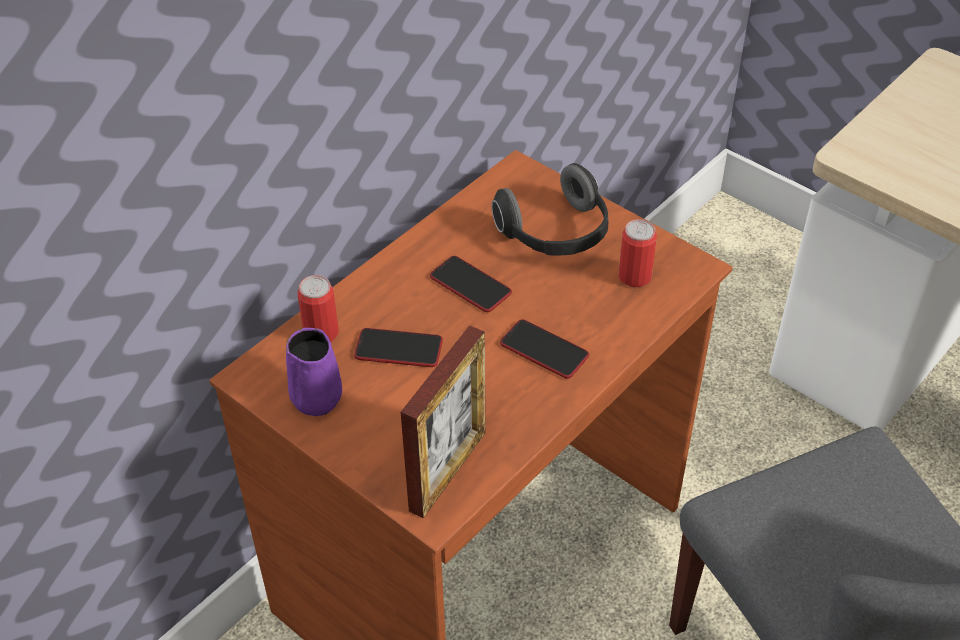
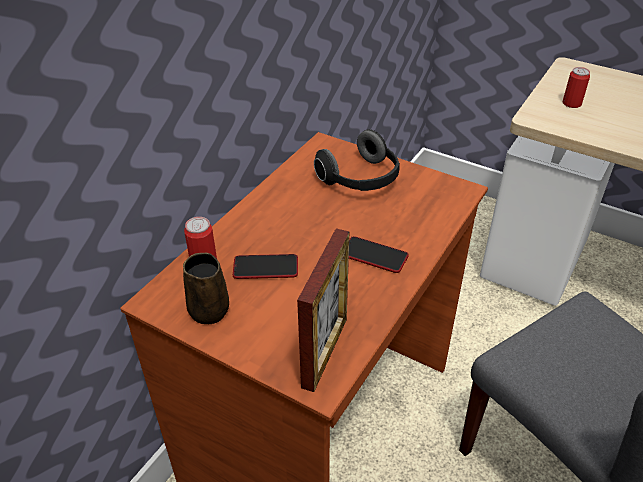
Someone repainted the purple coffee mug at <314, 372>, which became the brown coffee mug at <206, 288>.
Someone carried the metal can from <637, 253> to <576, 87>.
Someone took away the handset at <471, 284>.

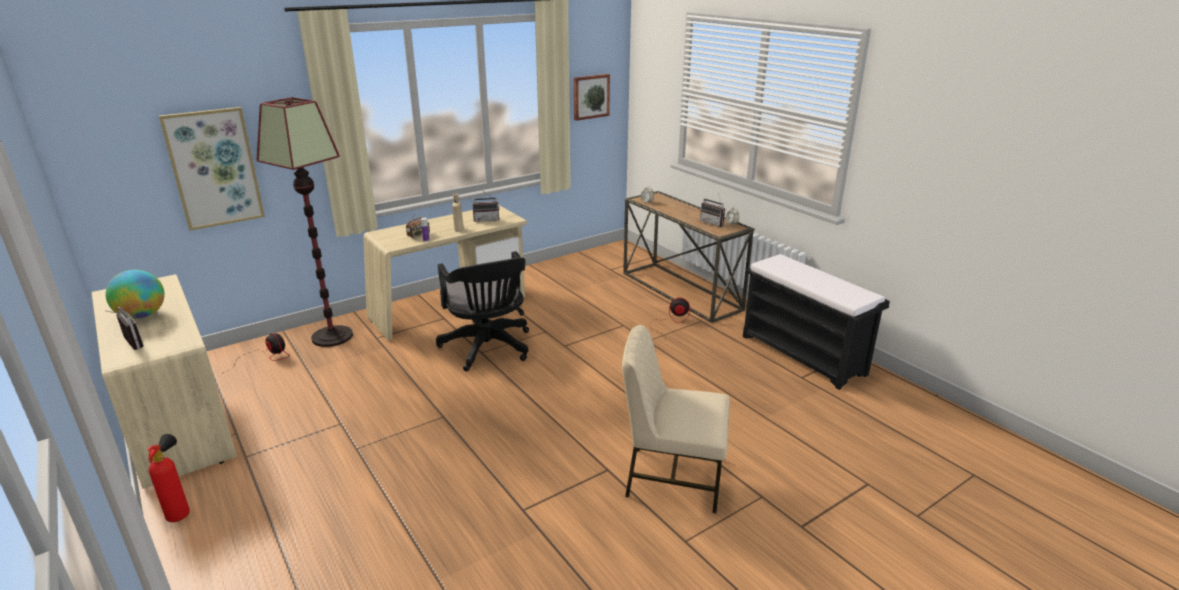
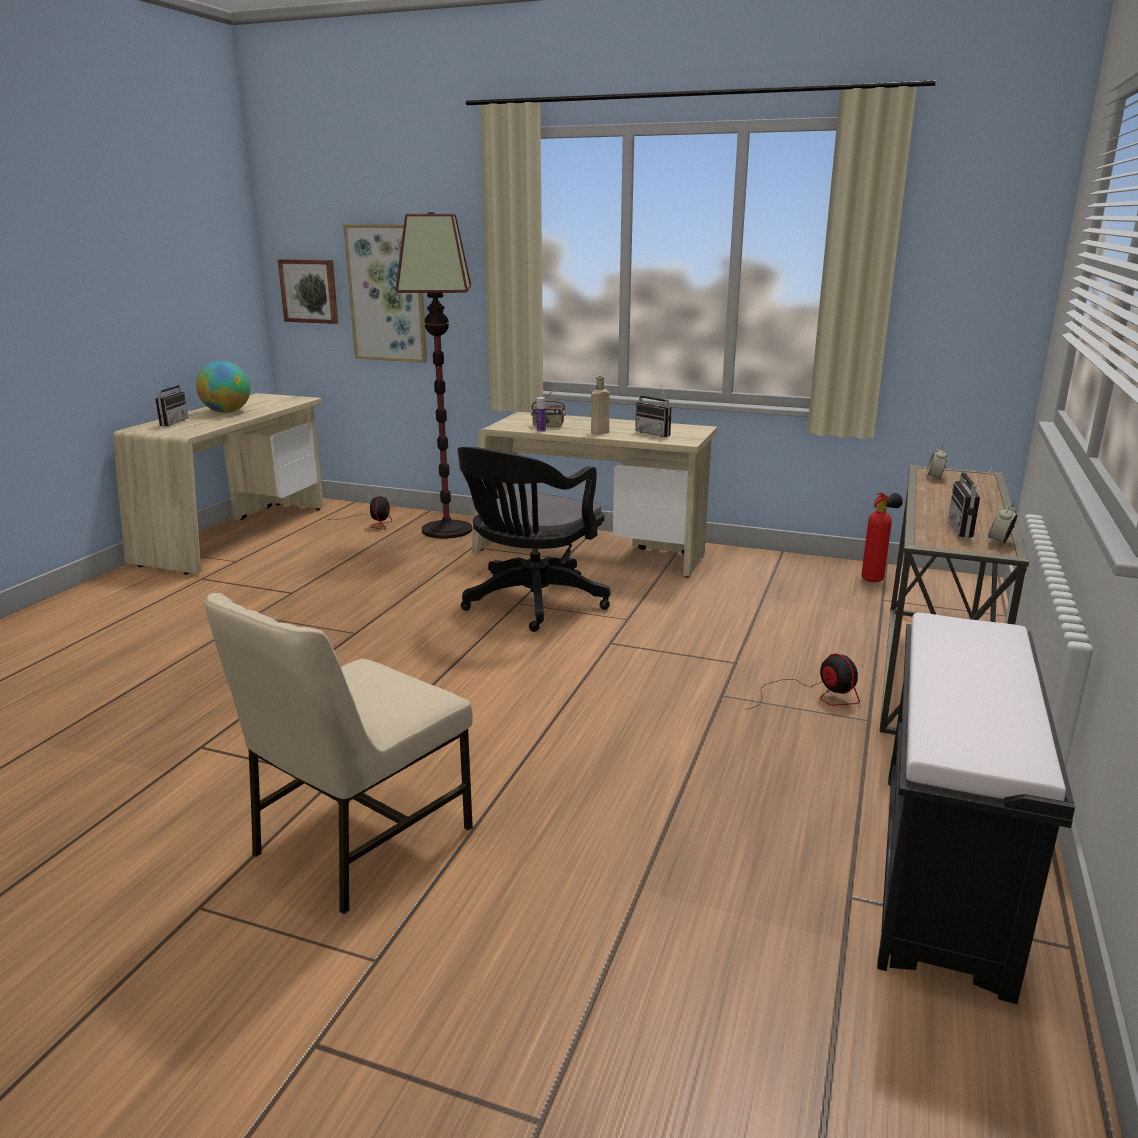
Someone rotated the beige-coloured upright chair at <676, 419> by 120 degrees counterclockwise.
Someone carried the wall picture from <592, 97> to <308, 291>.
Someone carried the fire extinguisher from <168, 478> to <882, 537>.

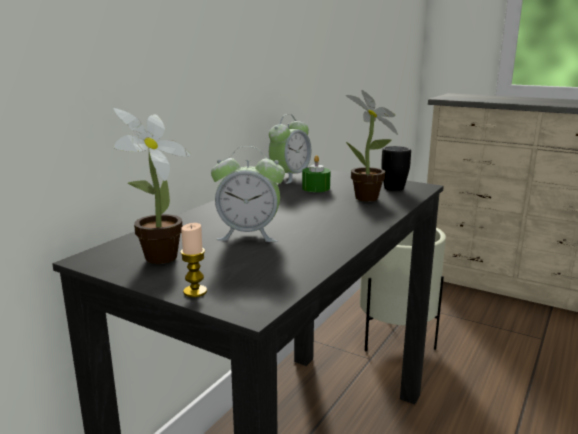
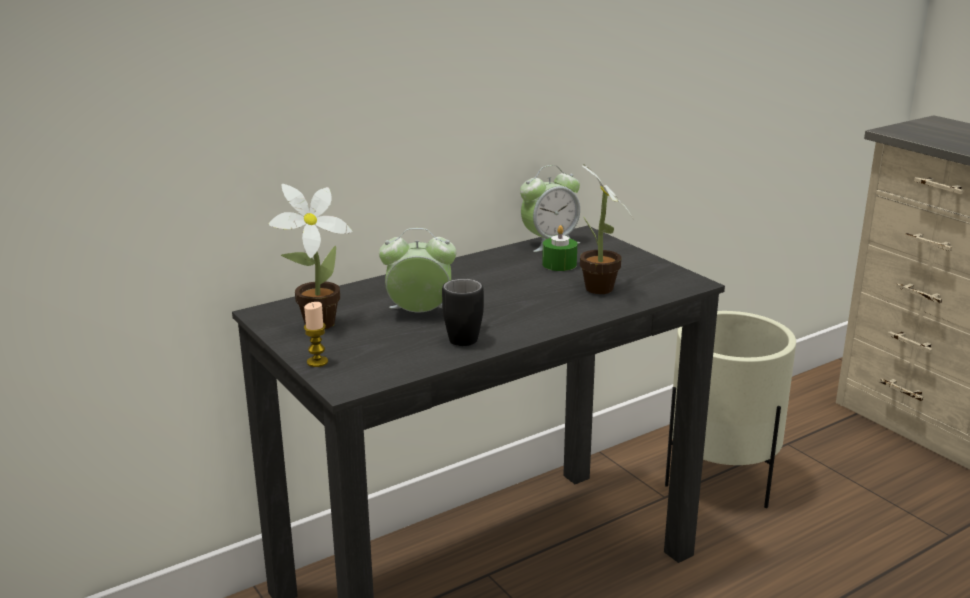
Someone rotated the alarm clock at <248, 194> by 150 degrees clockwise.
Someone carried the black coffee mug from <396, 168> to <463, 312>.

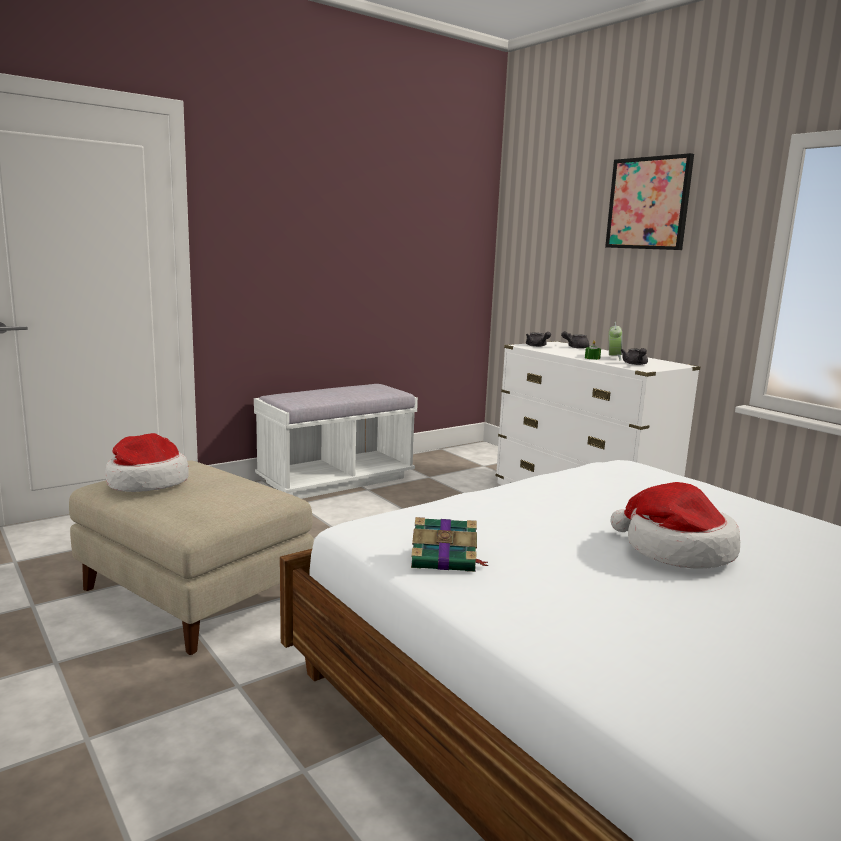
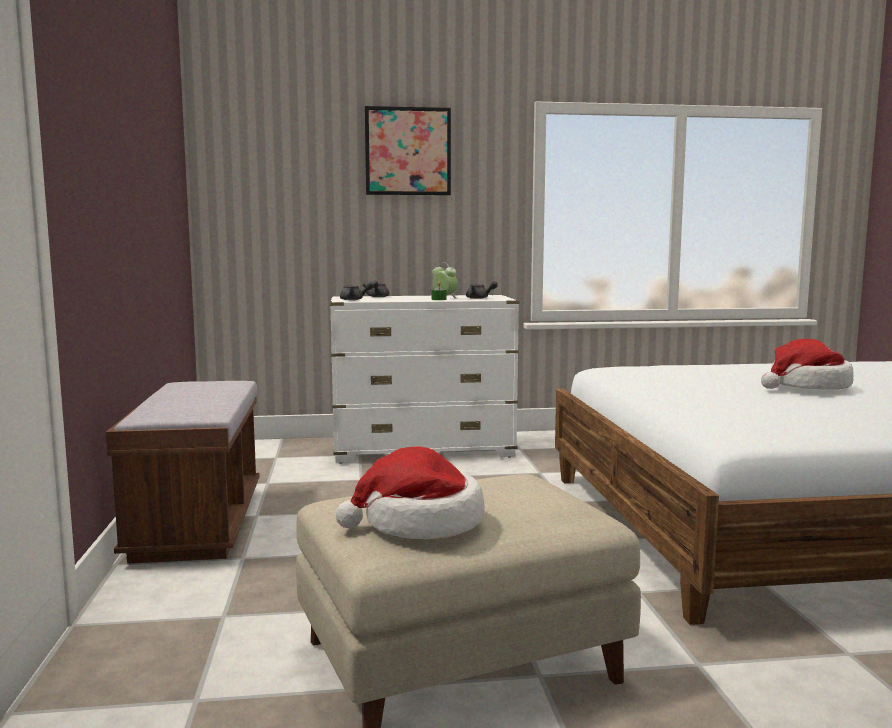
Someone repainted the white bench at <336, 441>, which became the brown bench at <183, 472>.
Someone took away the bound book at <449, 544>.

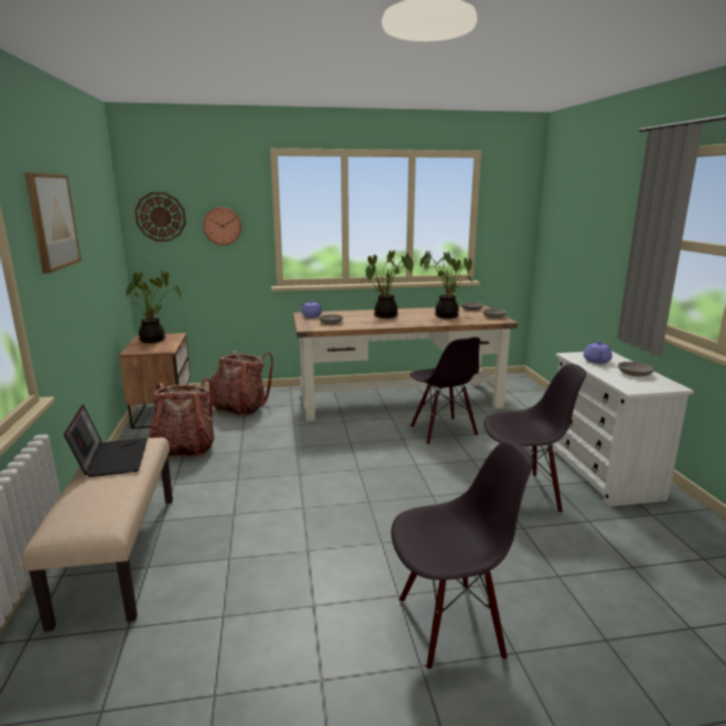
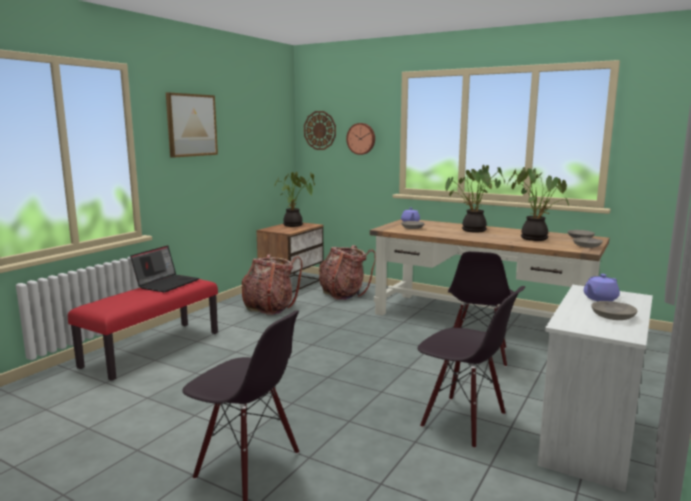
Someone repainted the beige-coloured bench at <97, 534>, which became the reddish bench at <143, 330>.

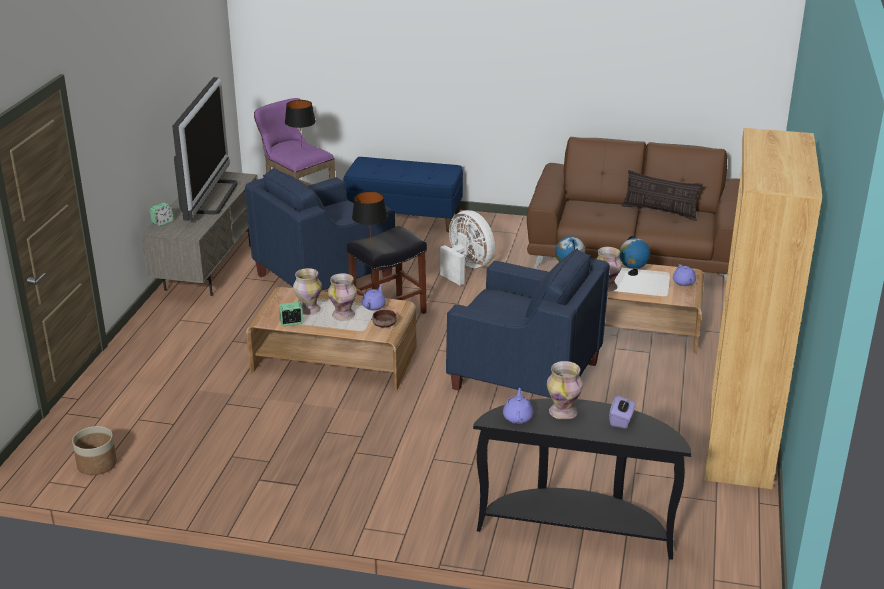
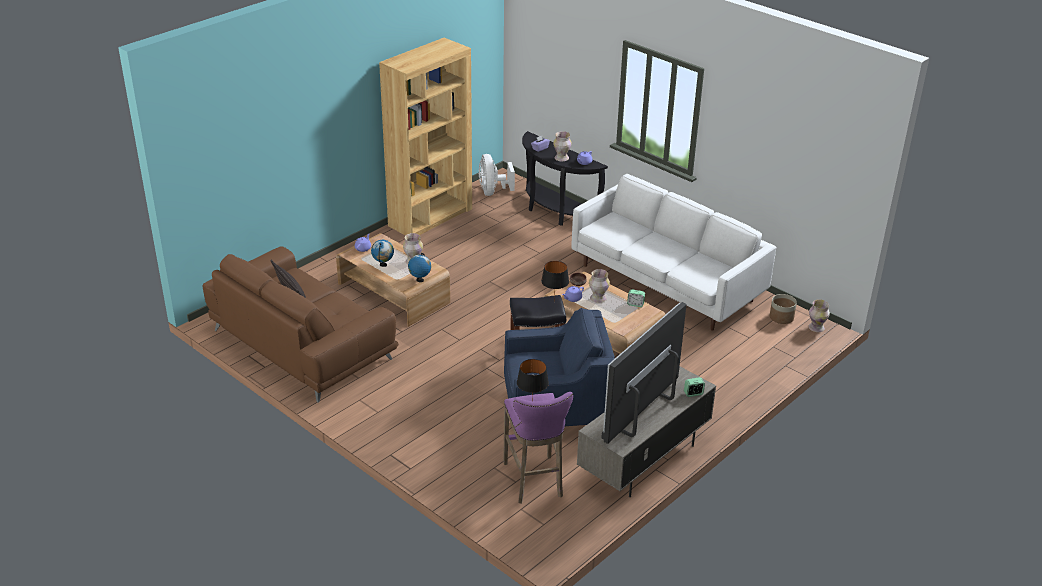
Someone carried the white electric fan from <467, 247> to <497, 175>.
Someone put down the white couch at <673, 252>.
Someone carried the vase from <307, 291> to <819, 315>.
Someone took away the blue bench at <403, 194>.
Someone took away the blue armchair at <528, 323>.

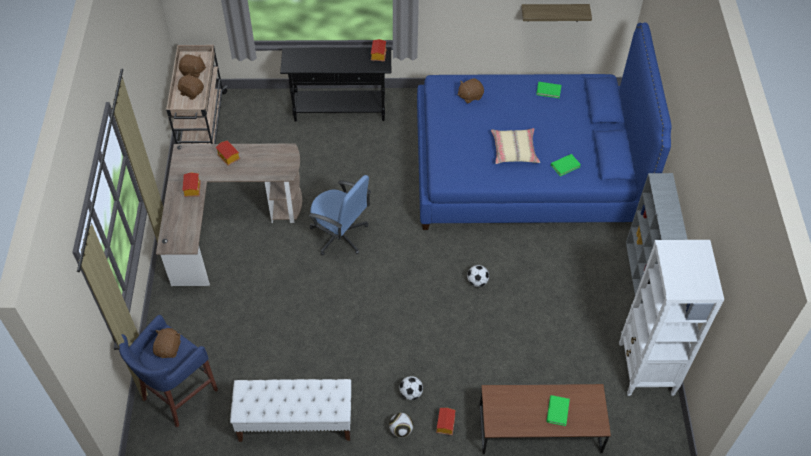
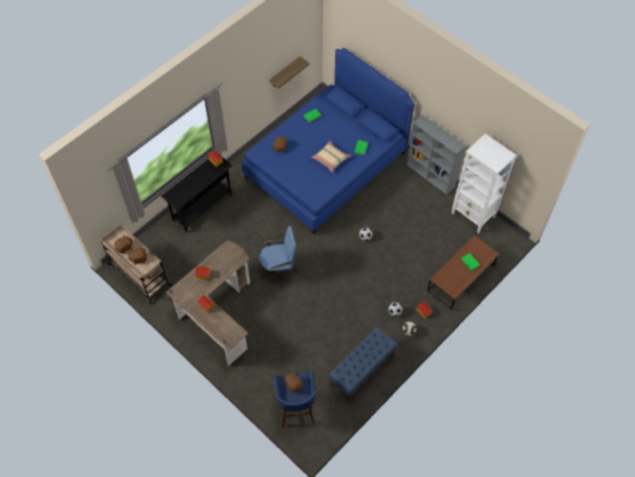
Someone repainted the white bench at <290, 410>, which became the blue bench at <363, 364>.

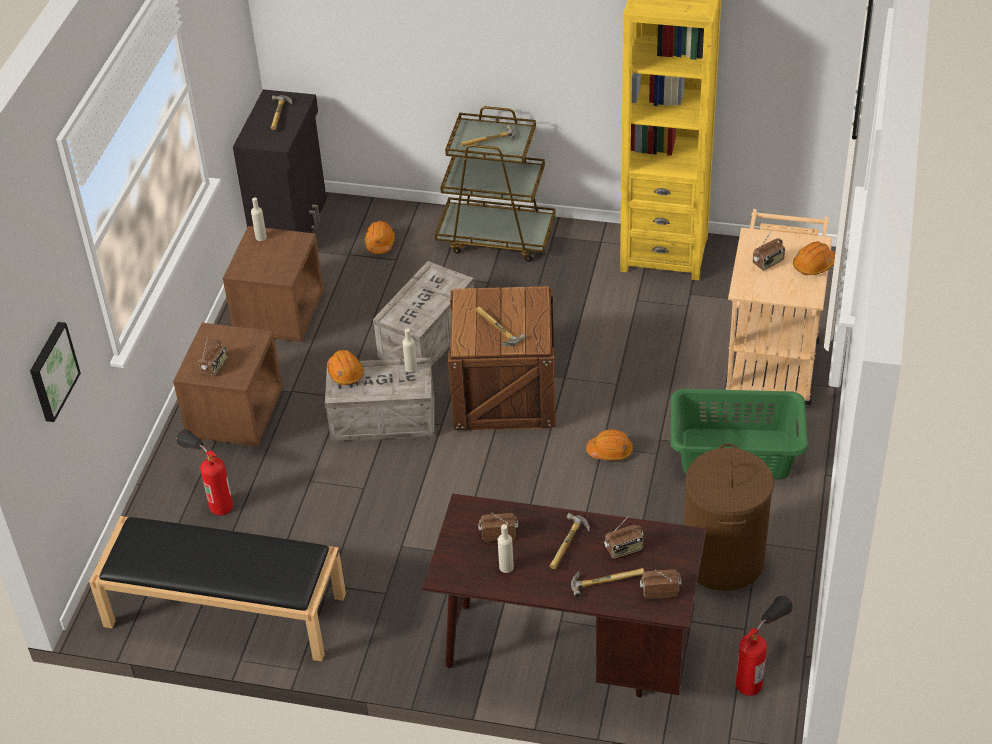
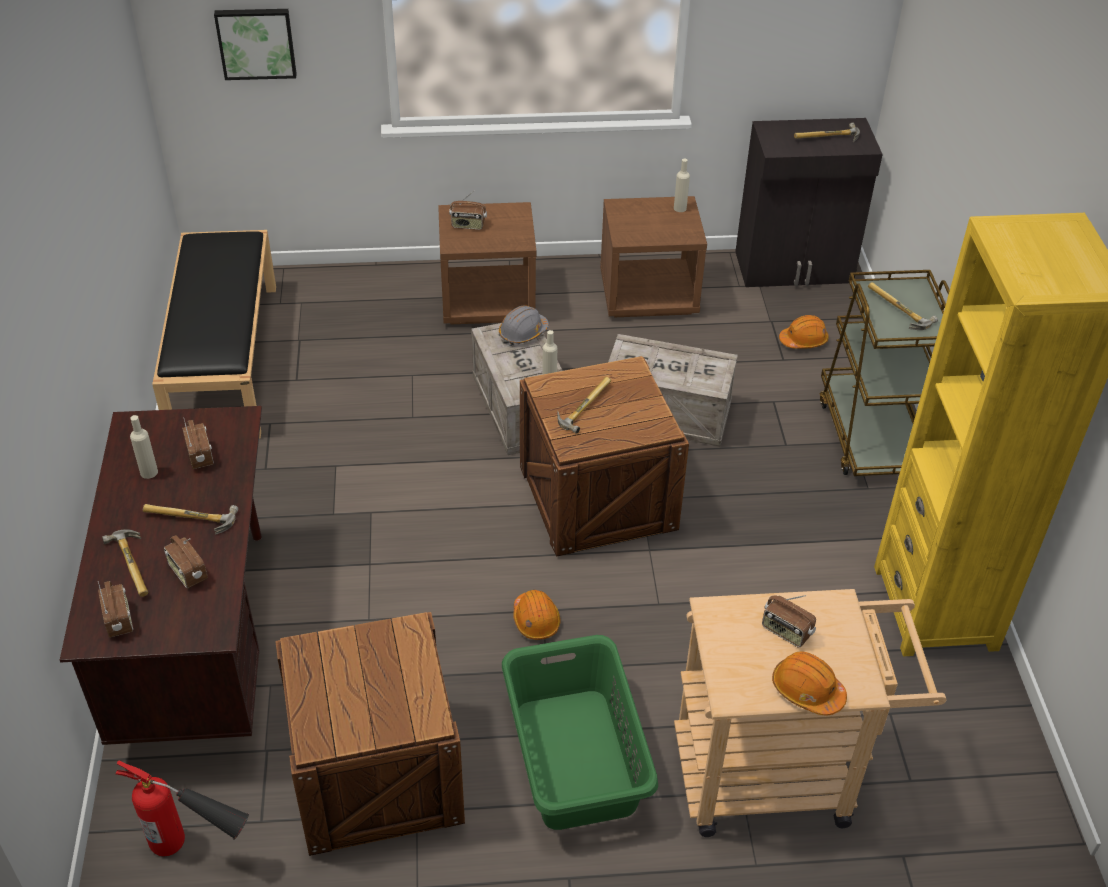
Someone swapped the brown hamper at <729, 517> for the shipping crate at <370, 734>.
Someone repainted the orange hard hat at <345, 367>, which became the gray hard hat at <524, 324>.
Someone took away the fire extinguisher at <205, 472>.

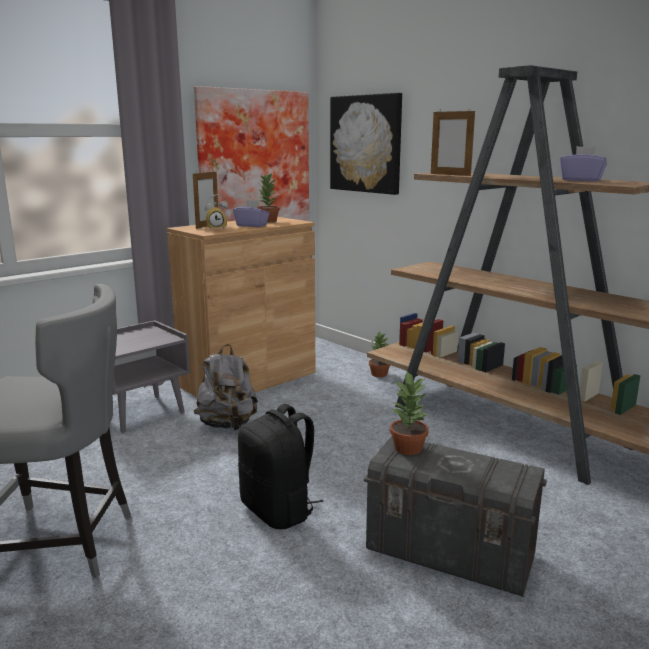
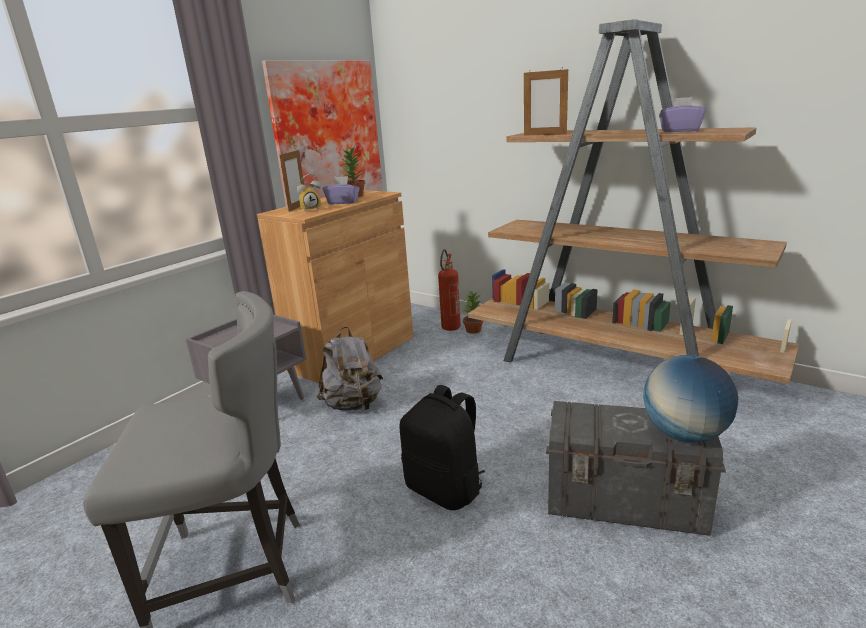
Someone put down the fire extinguisher at <449, 290>.
Someone put down the desk globe at <690, 398>.
Someone took away the wall picture at <366, 144>.
Someone took away the plant in a pot at <409, 413>.

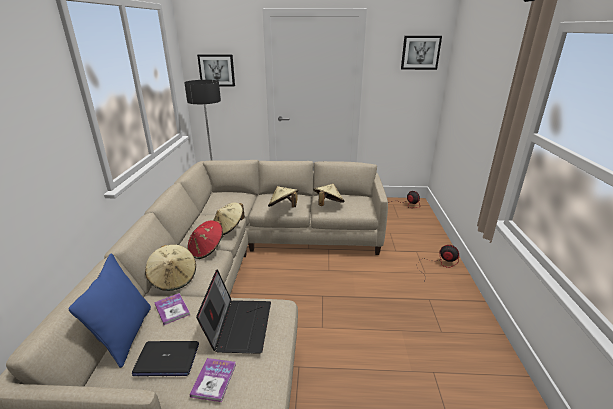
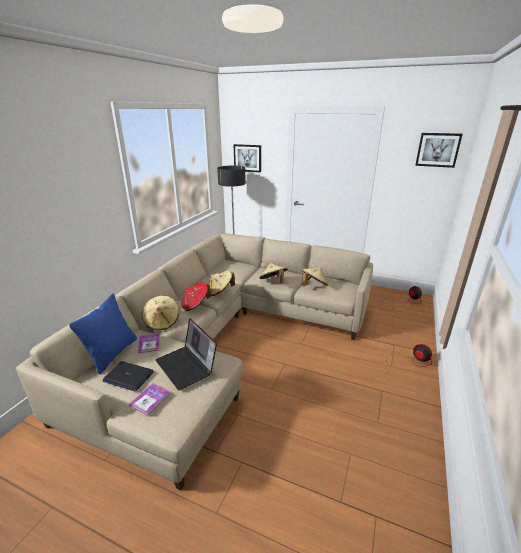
Someone rotated the laptop at <233, 311> by 120 degrees clockwise.

